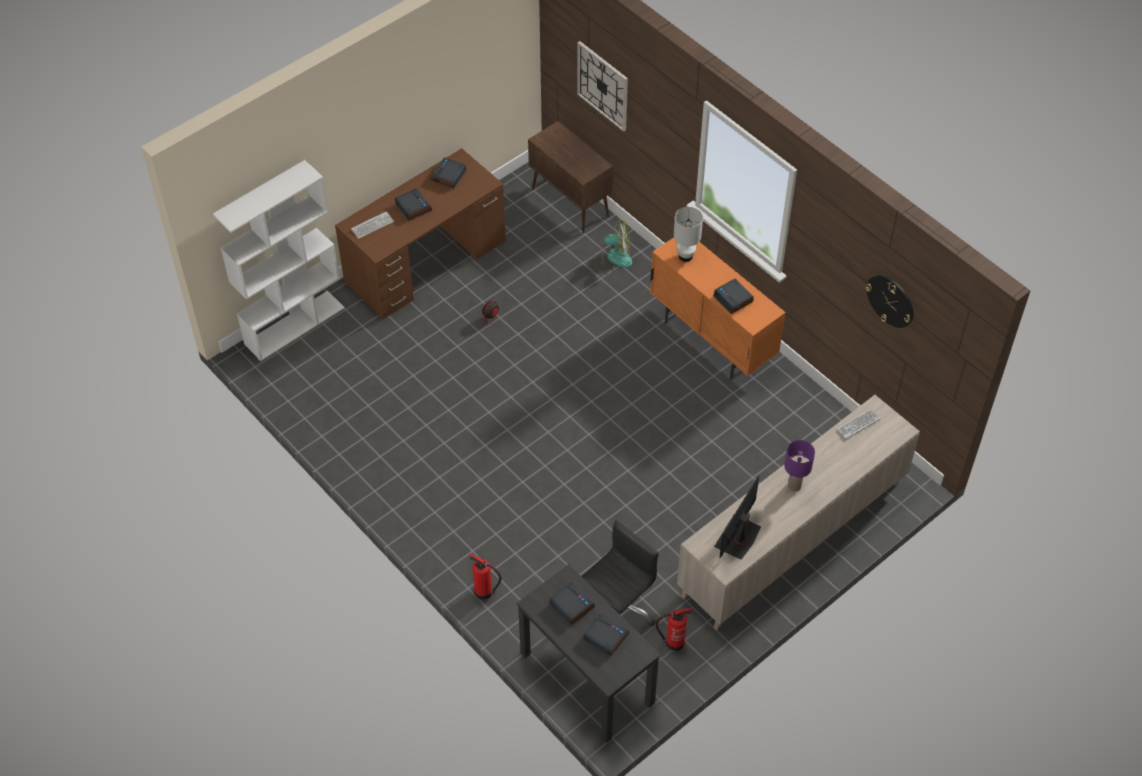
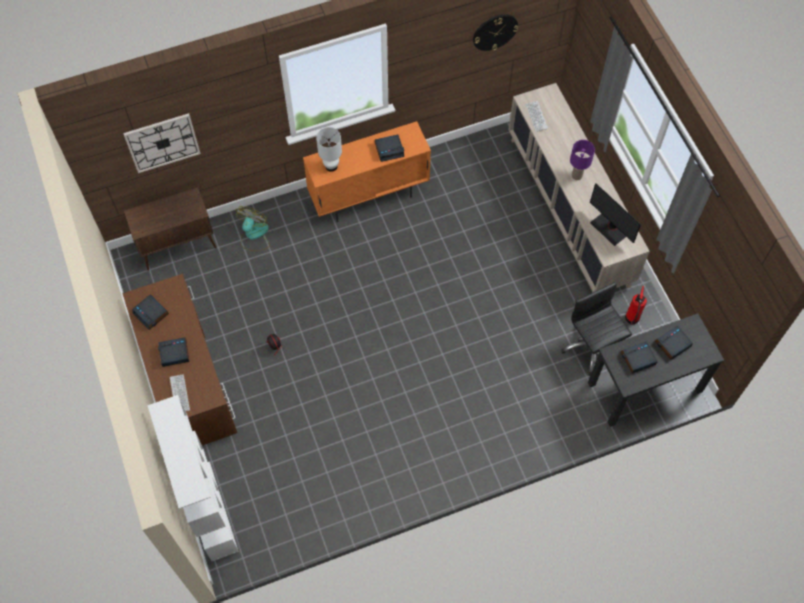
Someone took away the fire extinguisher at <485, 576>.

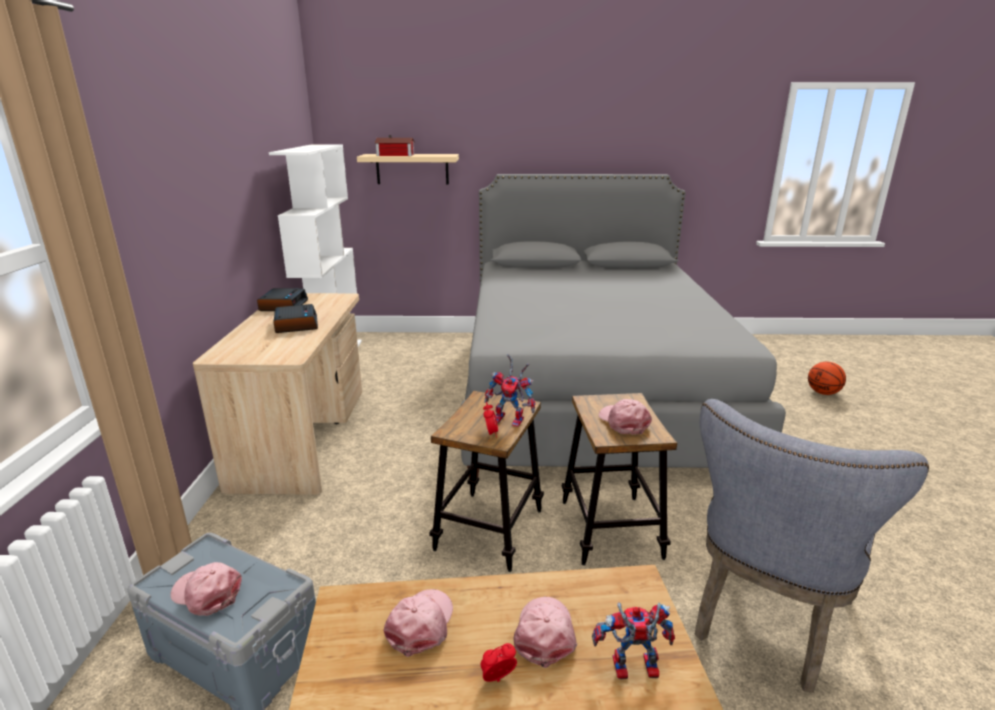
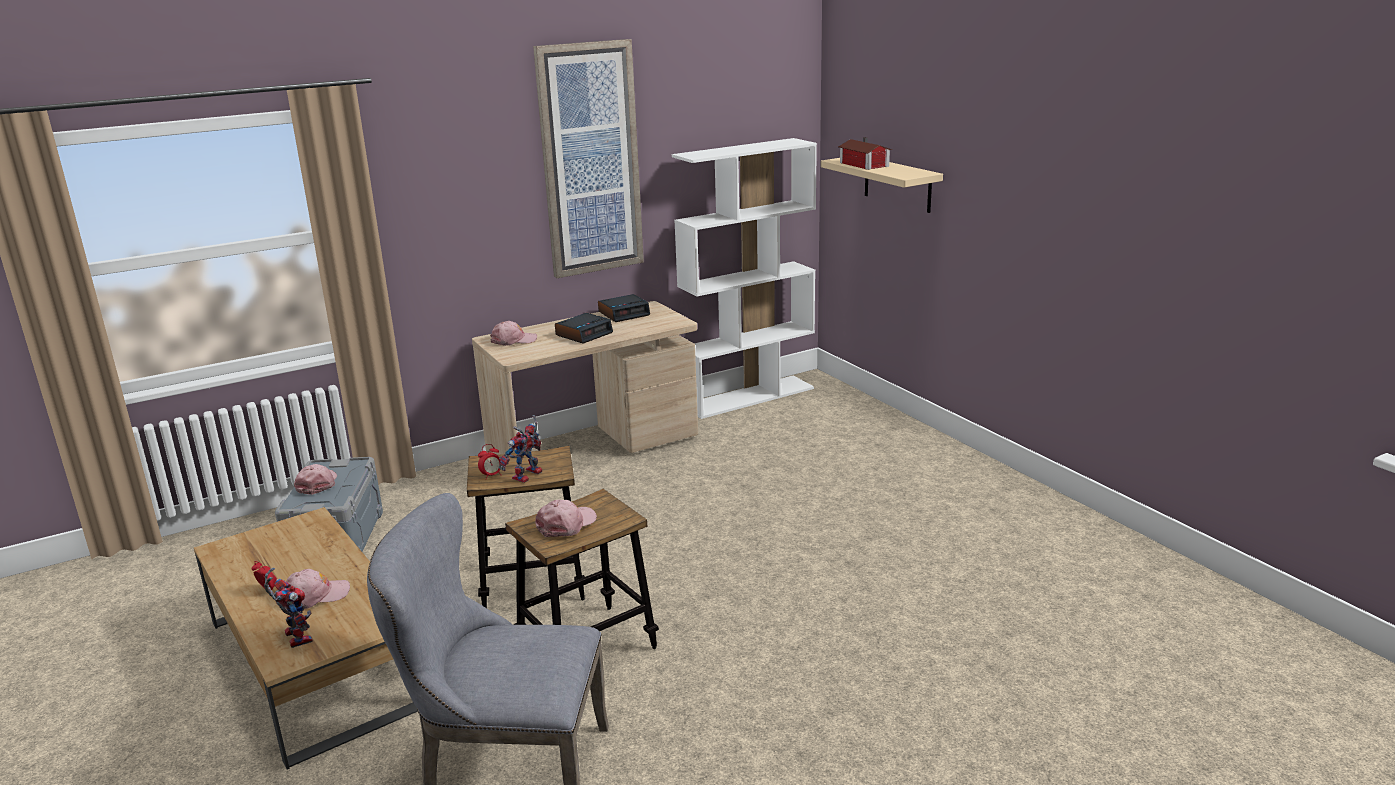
Someone carried the pink baseball cap from <418, 623> to <513, 333>.
Someone rotated the model robot at <510, 390> by 45 degrees clockwise.
Someone put up the wall picture at <588, 158>.
Someone took away the gray bedroom bed at <623, 326>.
Someone took away the basketball at <827, 378>.

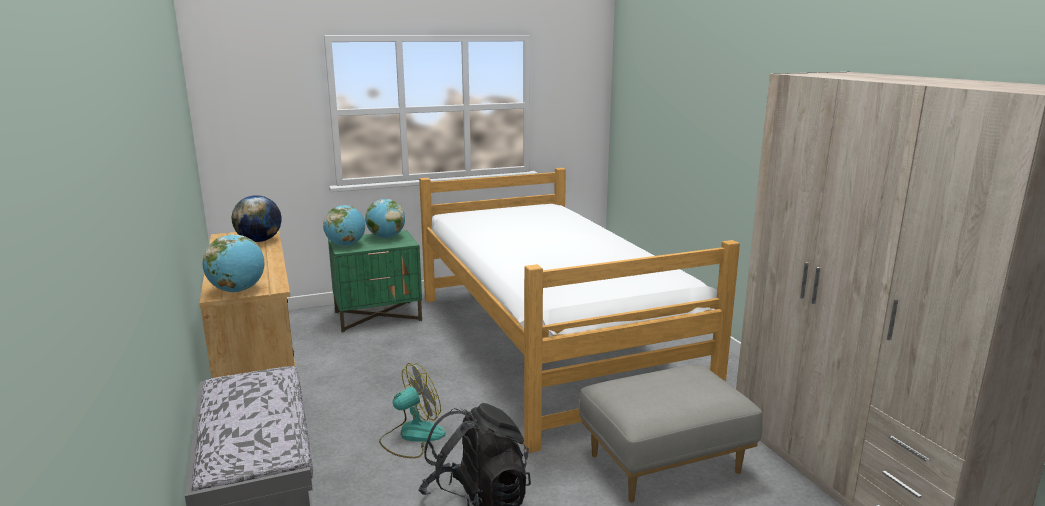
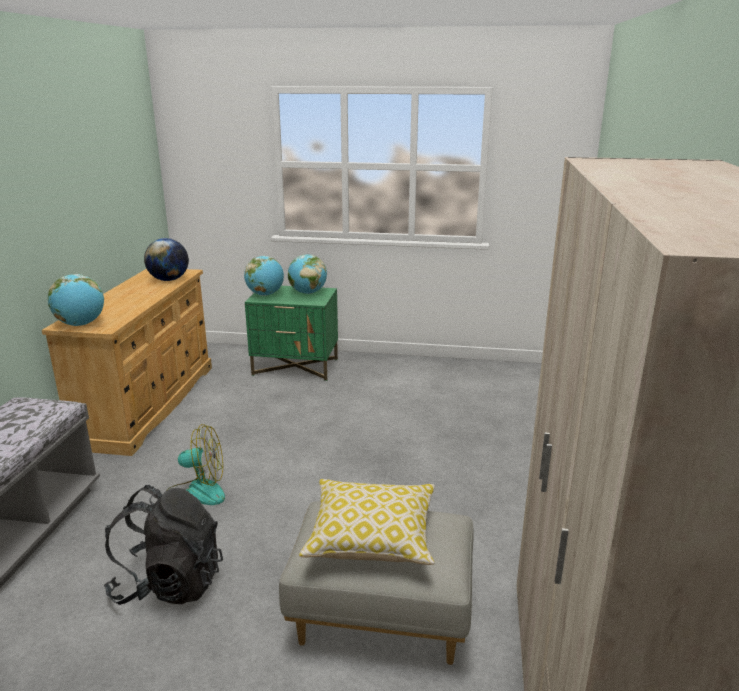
Someone put down the throw pillow at <367, 522>.
Someone took away the bedroom bed at <579, 310>.

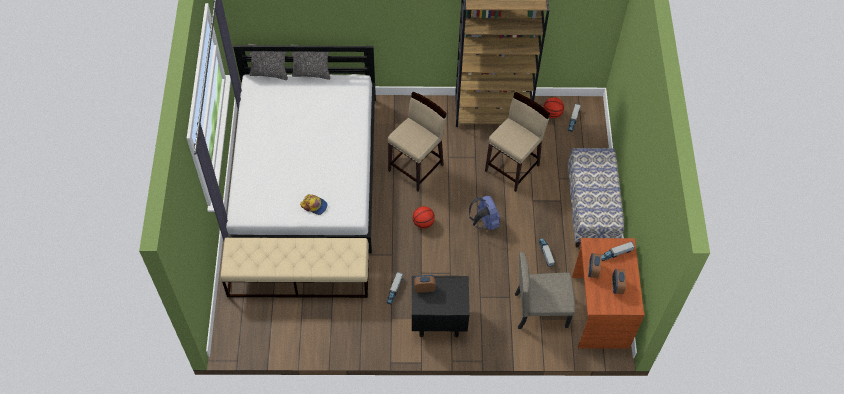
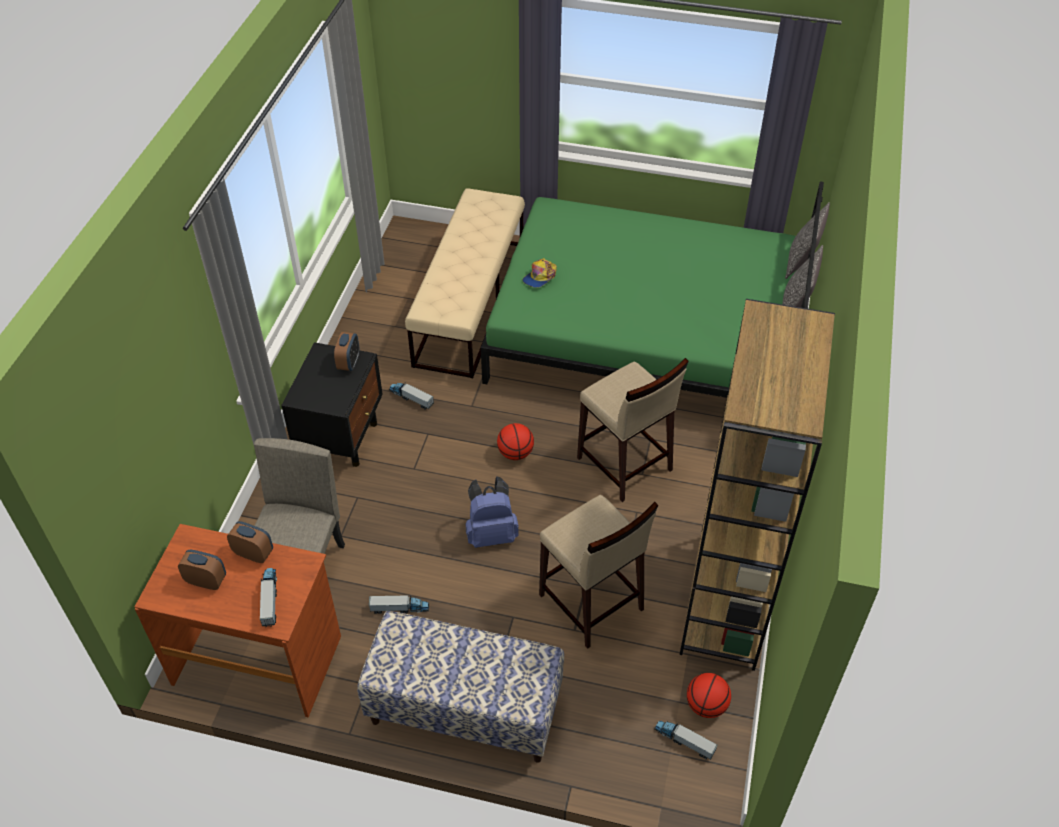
Someone repainted the white bedroom bed at <301, 149>, which became the green bedroom bed at <652, 290>.

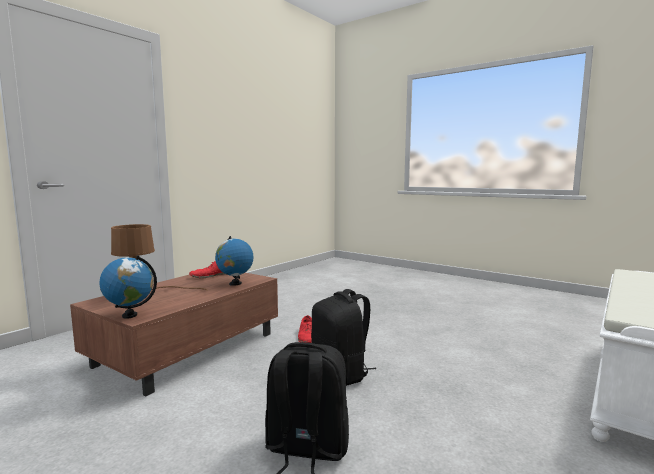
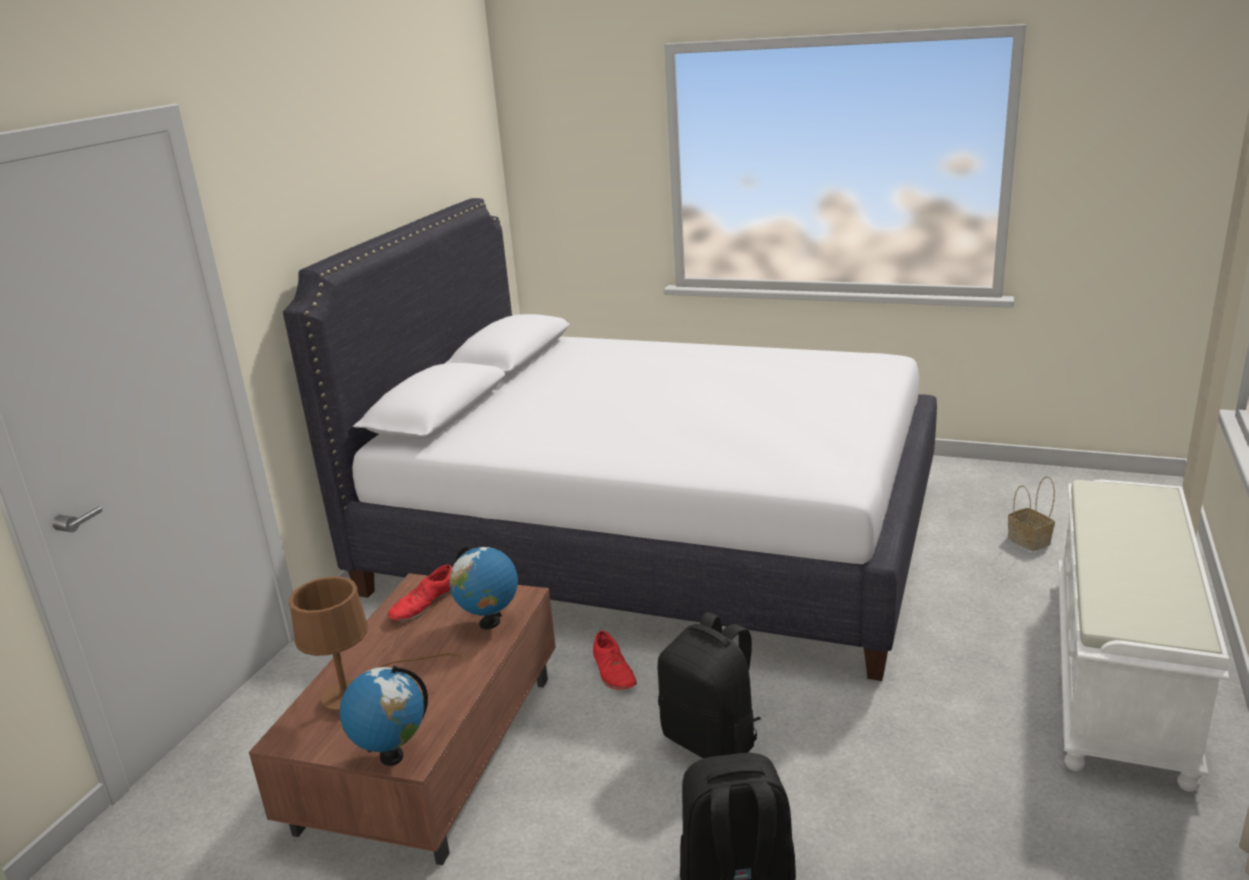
Someone put down the white bedroom bed at <610, 439>.
Someone put down the household basket at <1031, 513>.

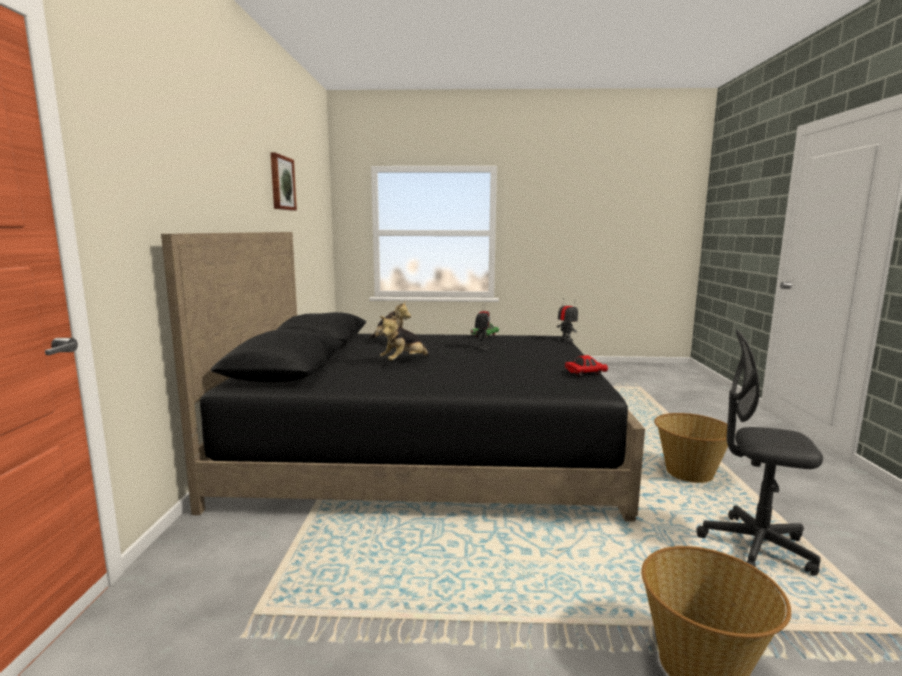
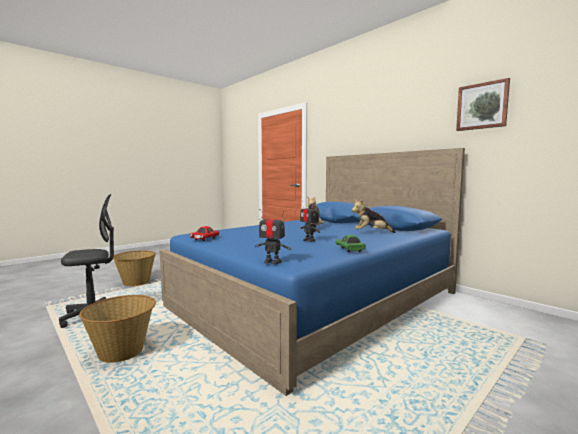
Someone repainted the black bedroom bed at <403, 376>, which became the blue bedroom bed at <312, 272>.

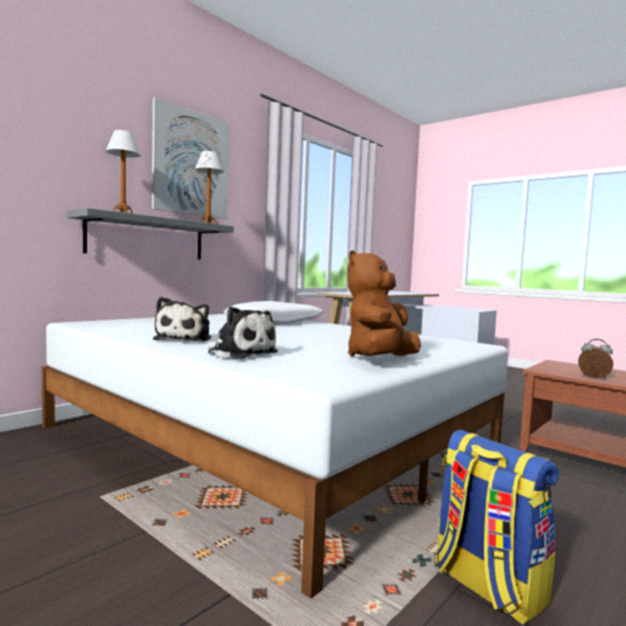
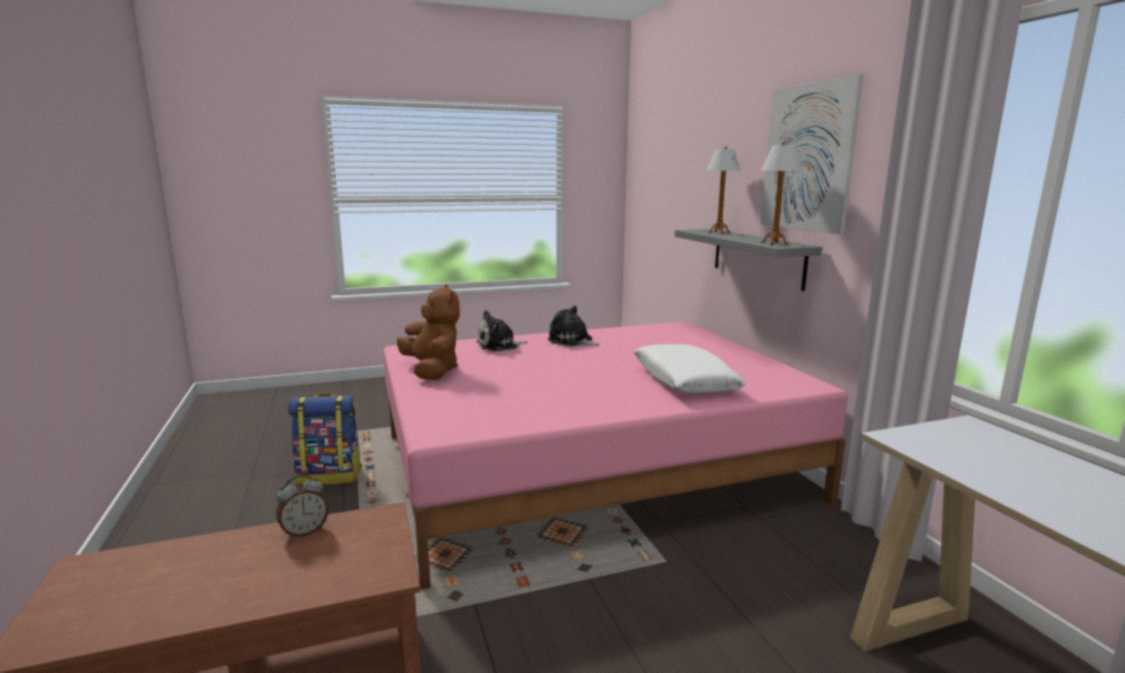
Someone repainted the white bedroom bed at <275, 456>, which became the pink bedroom bed at <615, 455>.

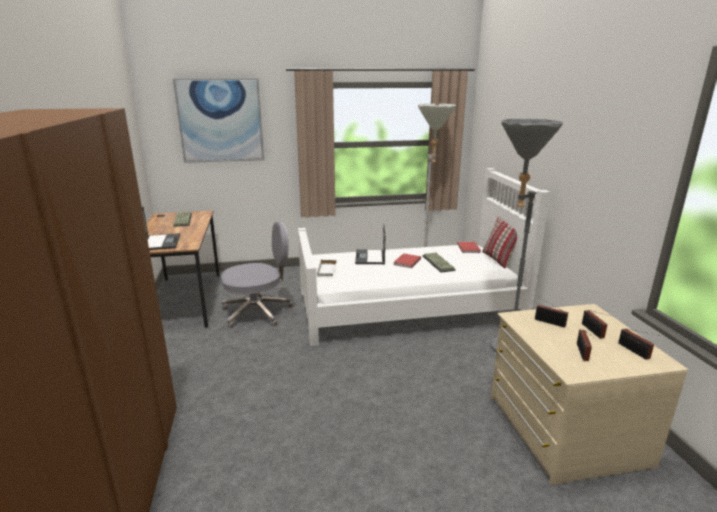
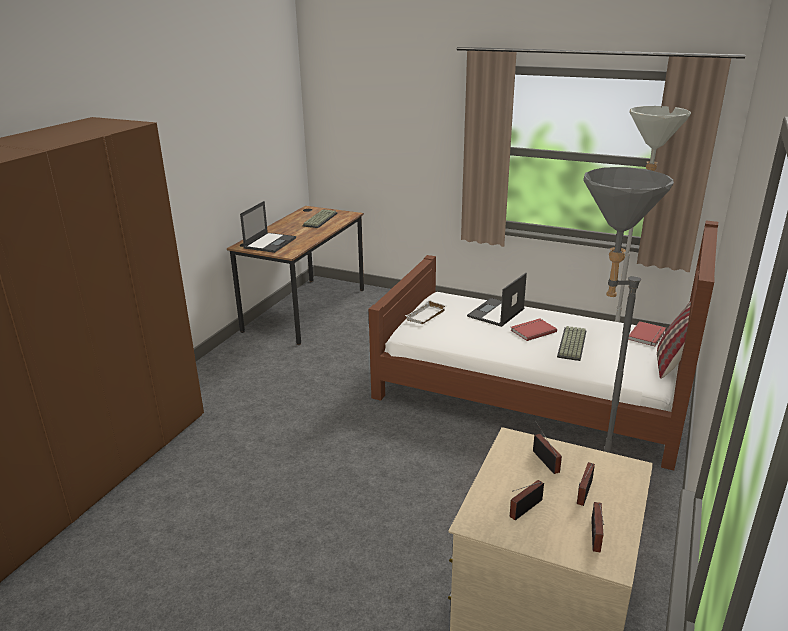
Someone repainted the white bedroom bed at <424, 257>, which became the brown bedroom bed at <543, 346>.
Someone took away the wall picture at <218, 120>.
Someone took away the gray computer chair at <257, 274>.

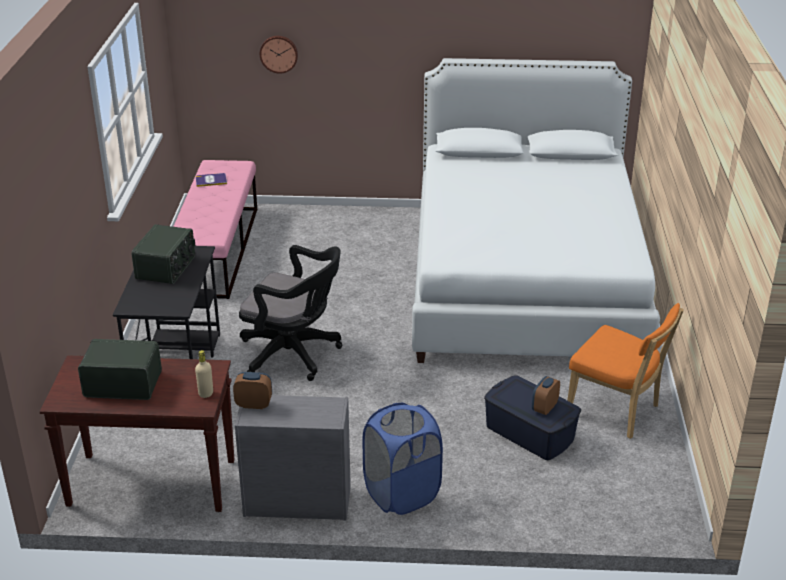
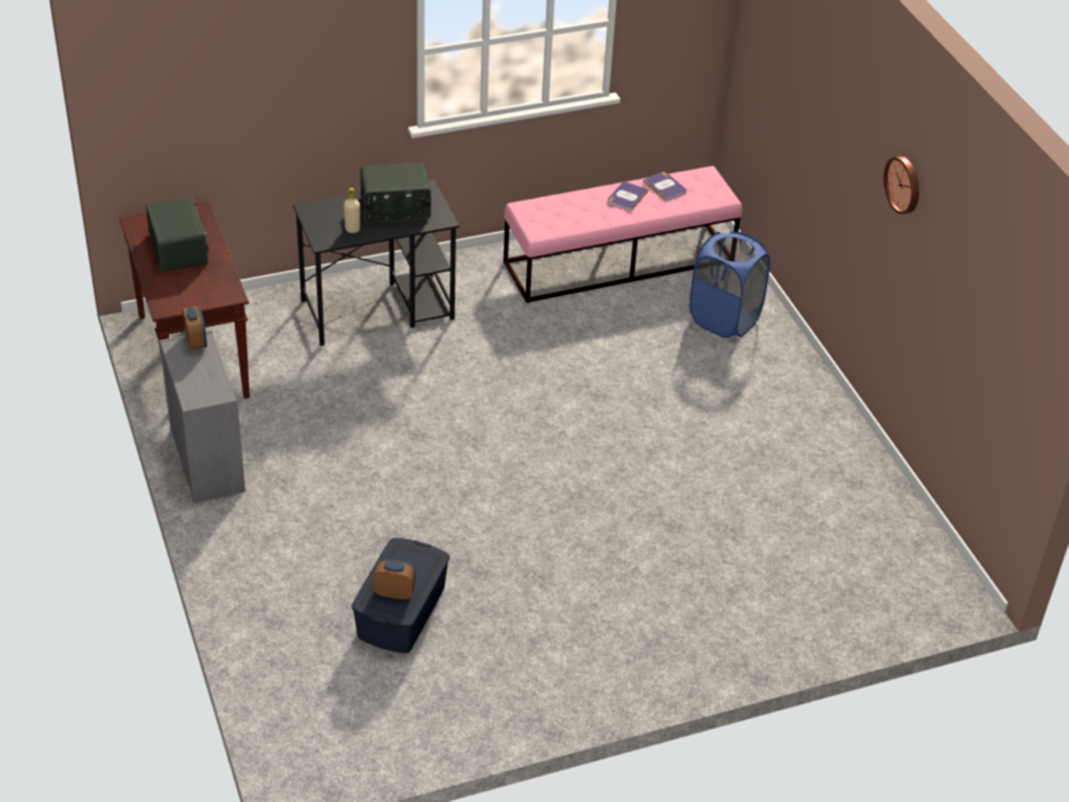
Someone carried the beige-coloured beverage bottle from <204, 374> to <352, 210>.
Someone put down the bound book at <628, 196>.
Someone carried the blue hamper from <402, 459> to <729, 284>.
Someone carried the hanging clock from <279, 55> to <901, 185>.
Someone took away the black computer chair at <291, 313>.
Someone took away the white bedroom bed at <536, 210>.
Someone took away the orange upright chair at <625, 371>.

